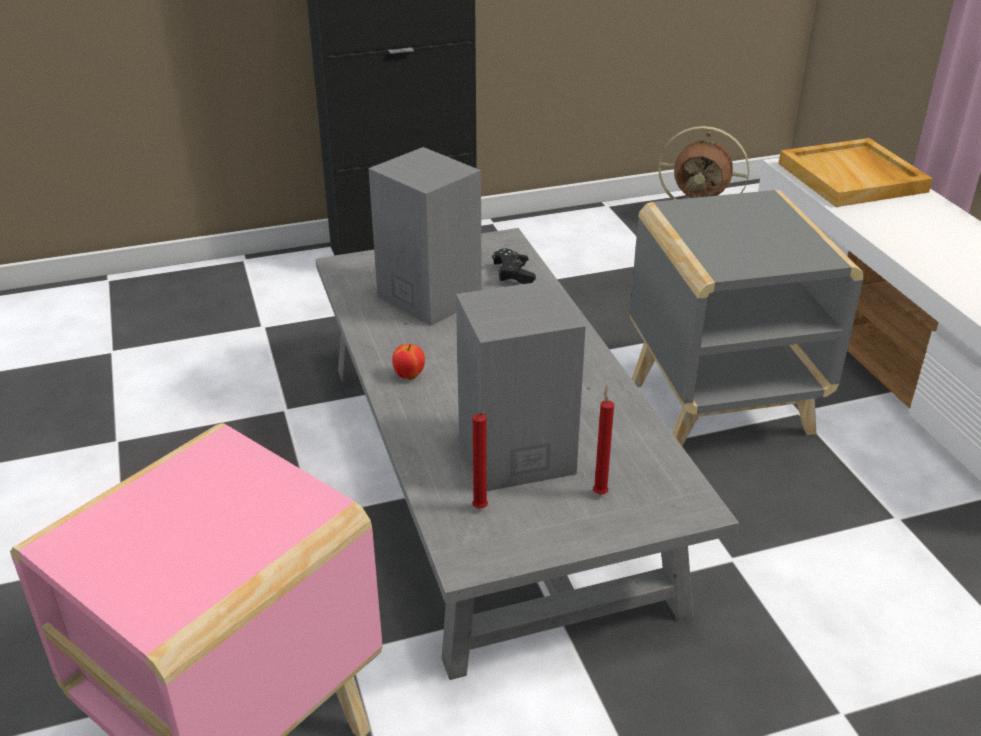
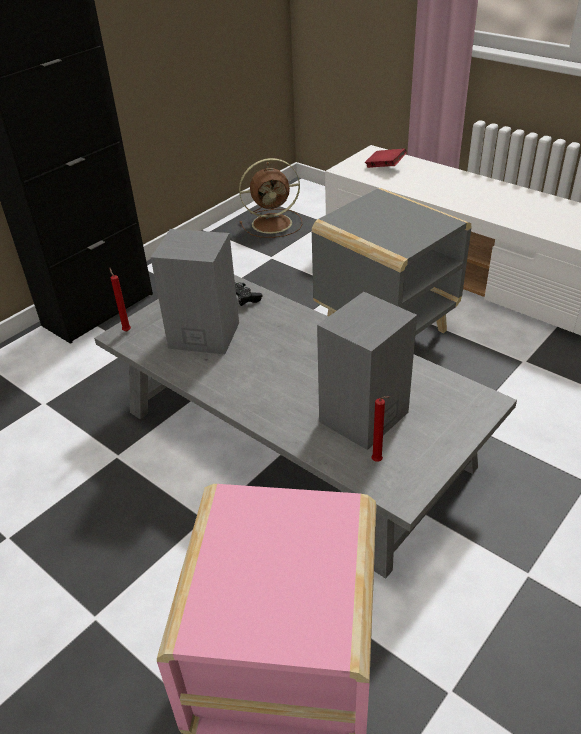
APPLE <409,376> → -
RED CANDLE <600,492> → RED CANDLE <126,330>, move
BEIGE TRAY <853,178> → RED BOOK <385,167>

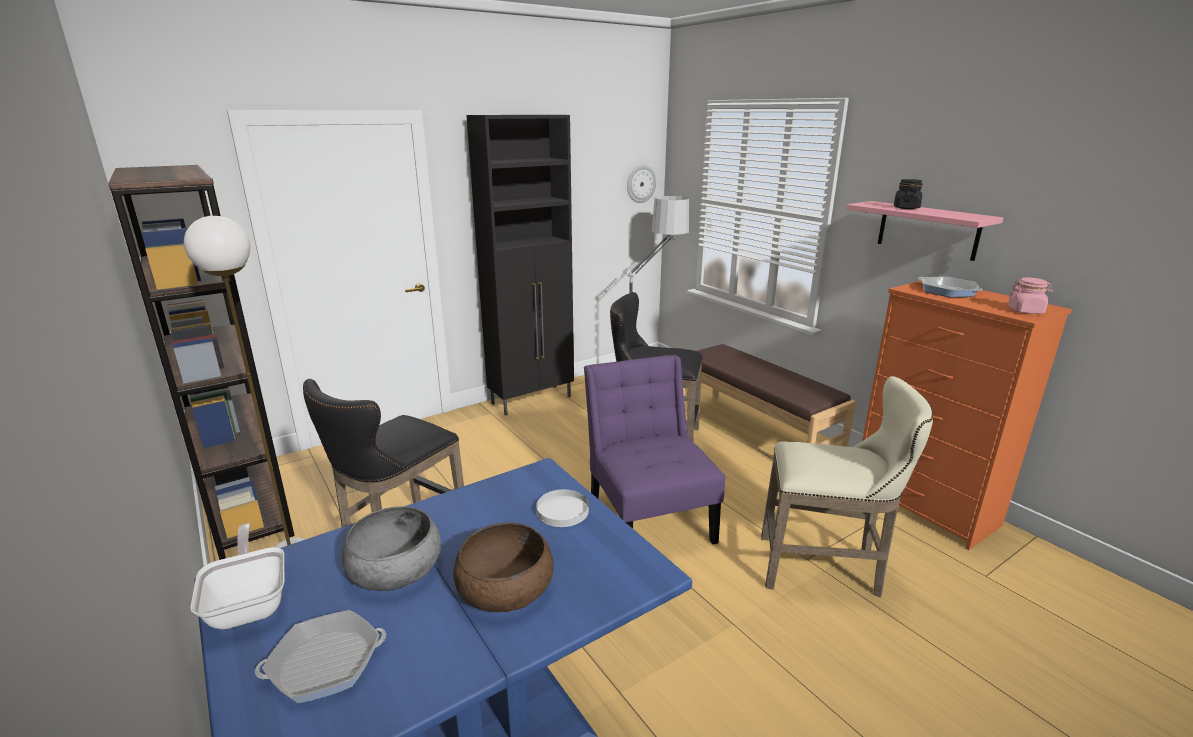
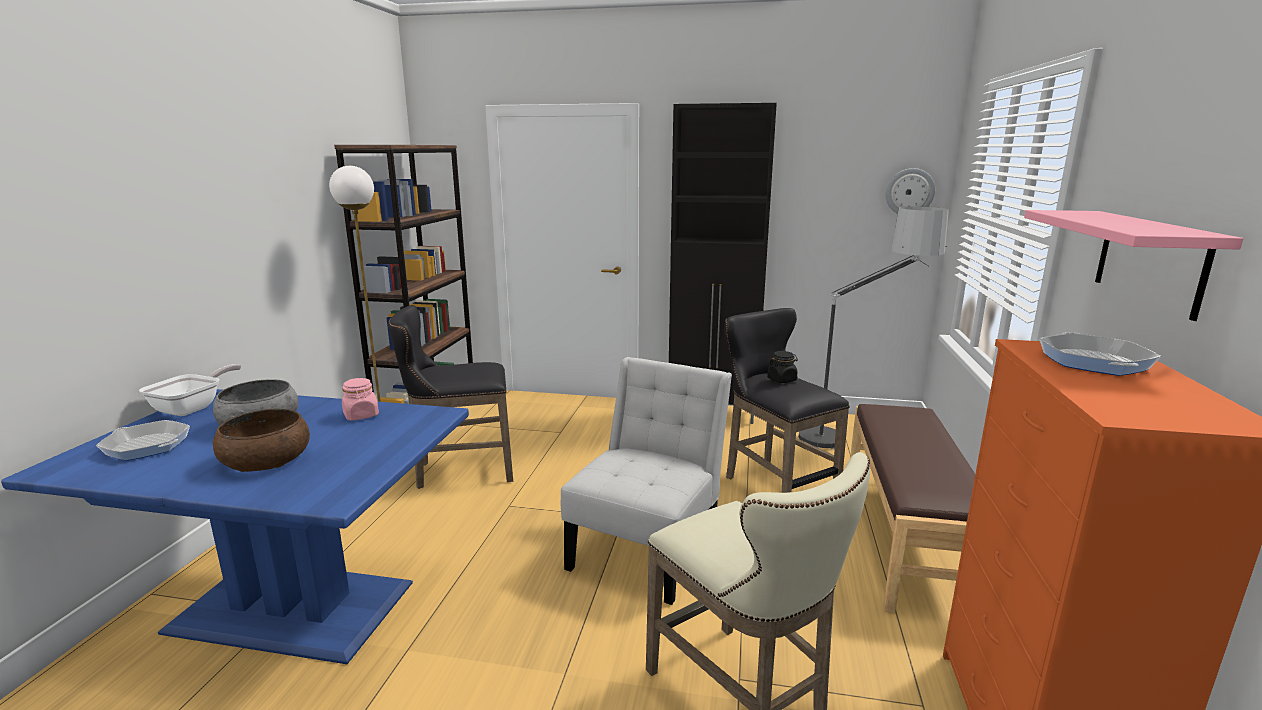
WHITE PLATE <562,510> → -
BLACK JAR <906,208> → BLACK JAR <782,380>, move
PINK JAR <1025,311> → PINK JAR <361,415>, move
PURPLE CHAIR <648,517> → WHITE CHAIR <648,548>

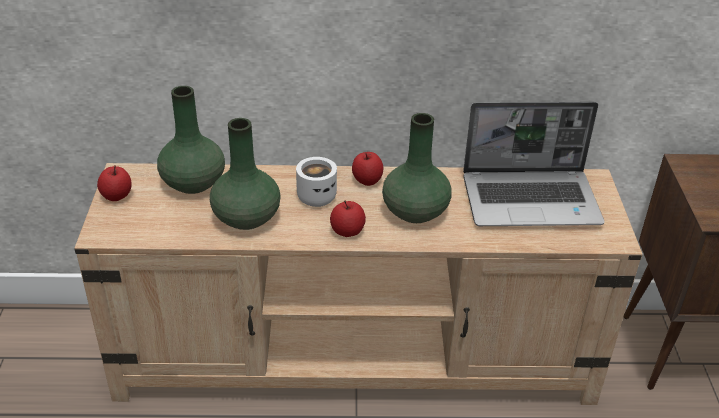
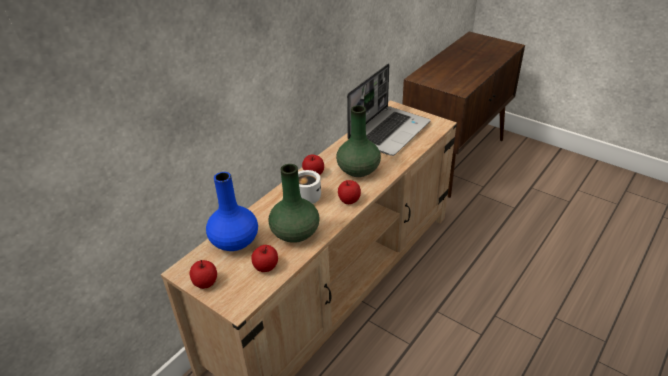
- → APPLE <266,267>
GREEN VASE <194,182> → BLUE VASE <234,241>

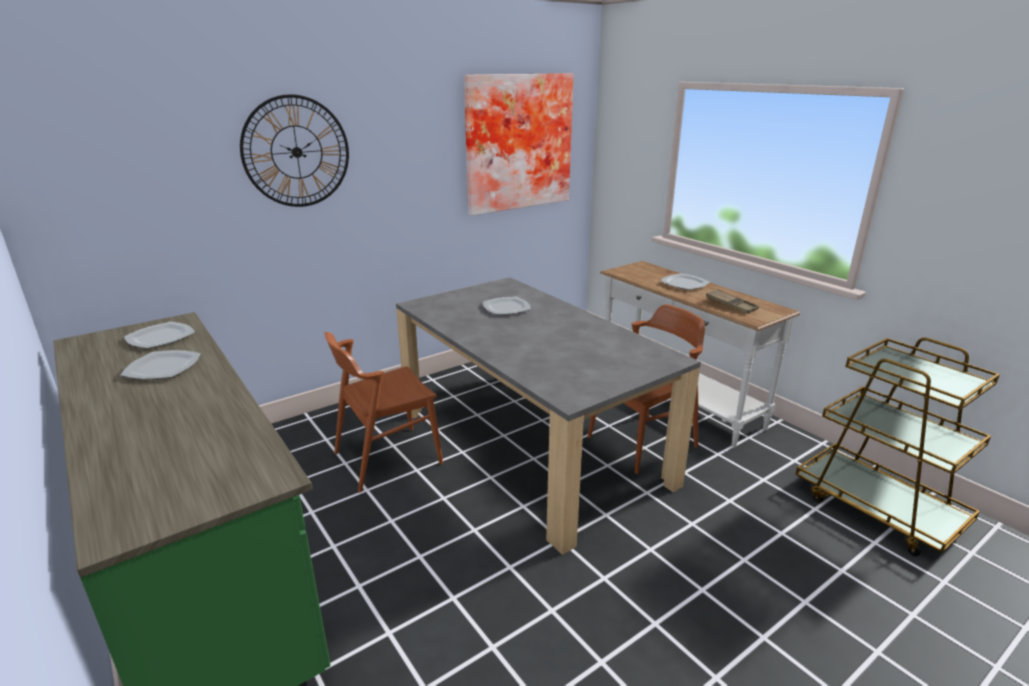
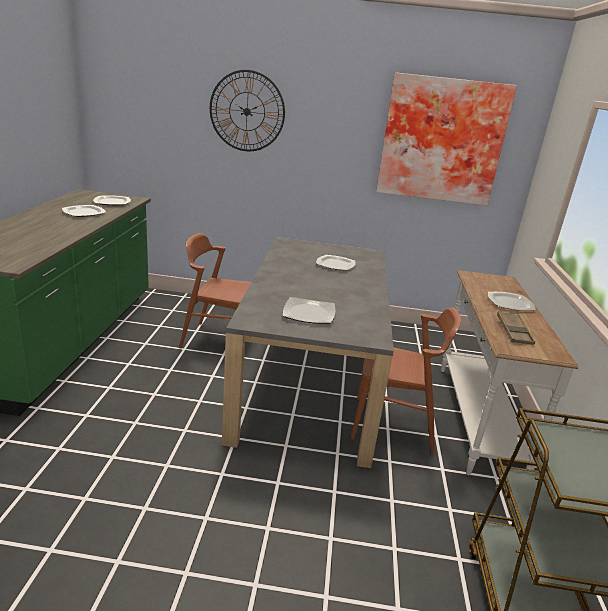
- → PLATE <309,313>

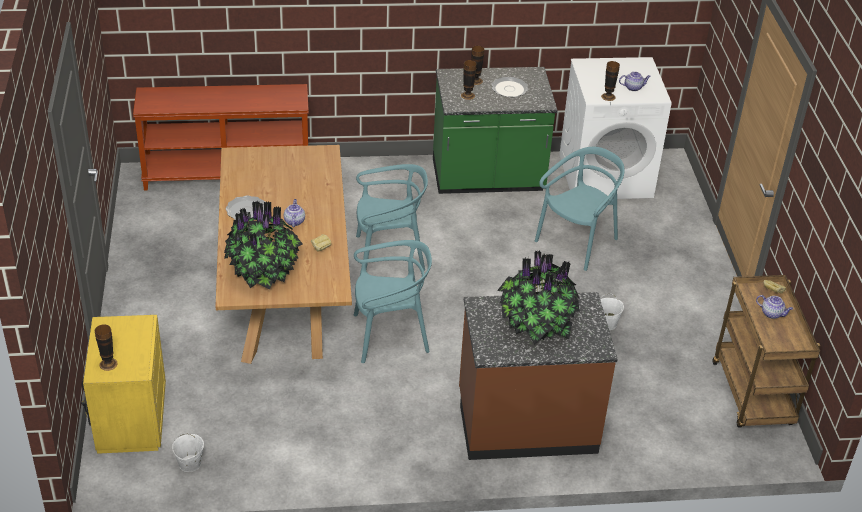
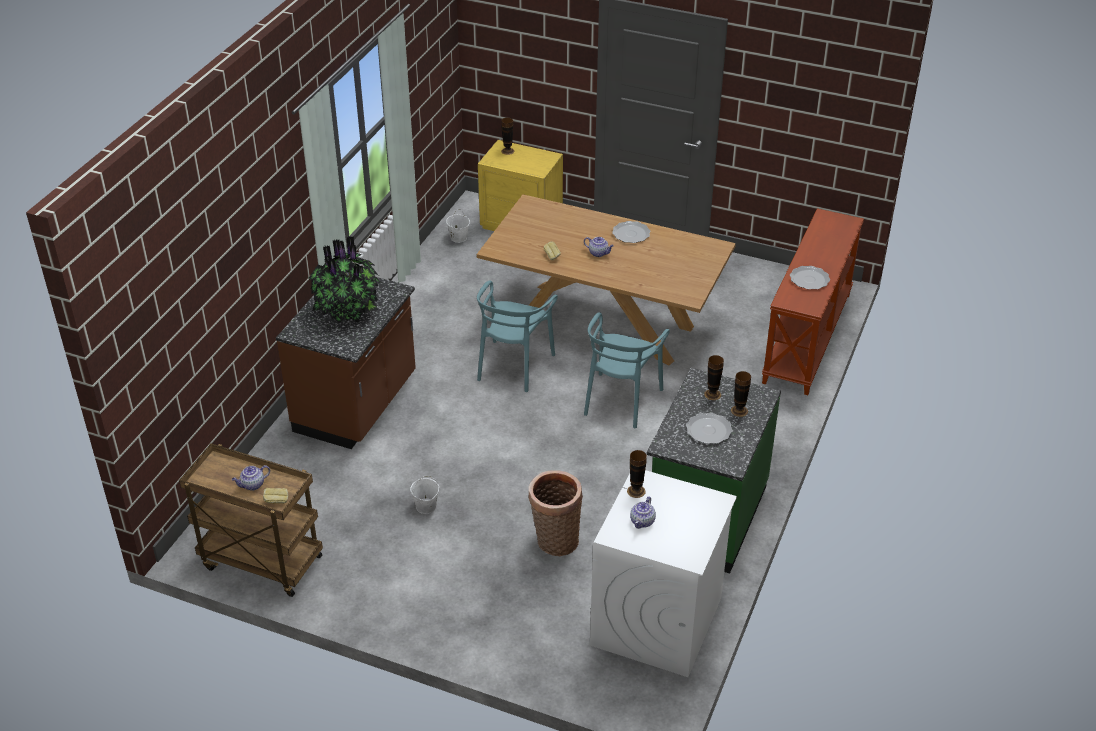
POTTED PLANT <264,273> → -
- → PLATE <809,279>
TURQUOISE CHAIR <577,242> → BASKET <555,540>

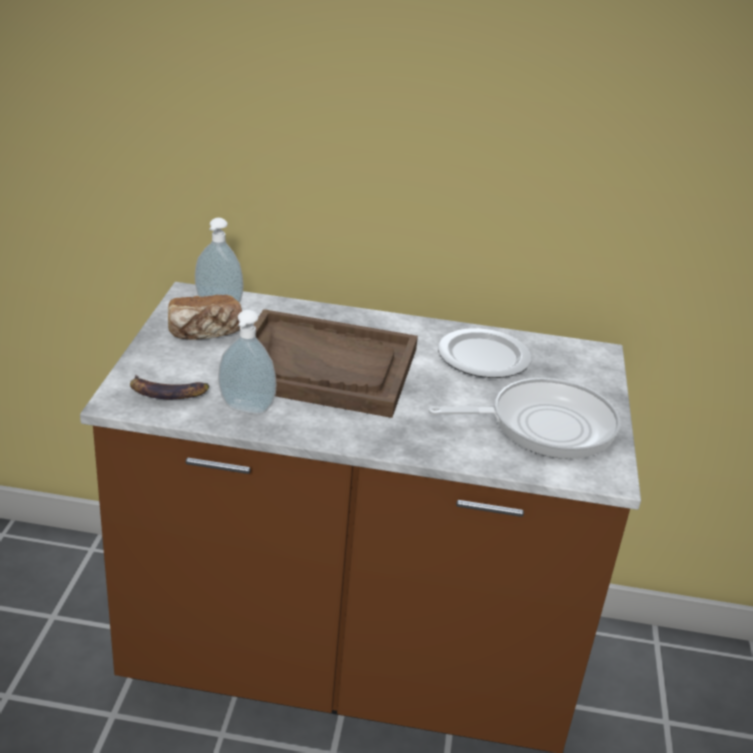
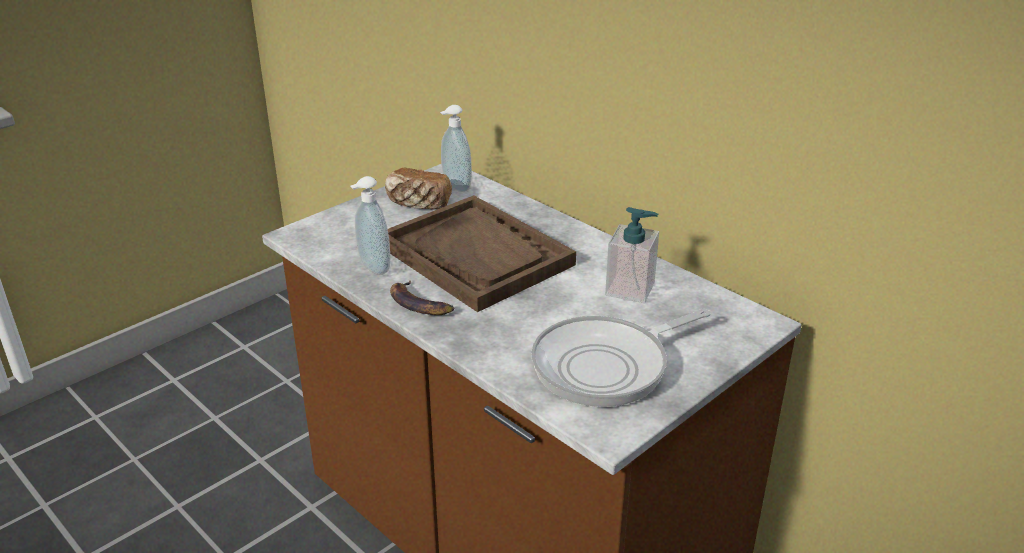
BANANA <167,392> → BANANA <419,304>, move
PLATE <482,356> → SOAP DISPENSER <630,289>
FRYING PAN <544,425> → FRYING PAN <607,366>, 120 degrees clockwise

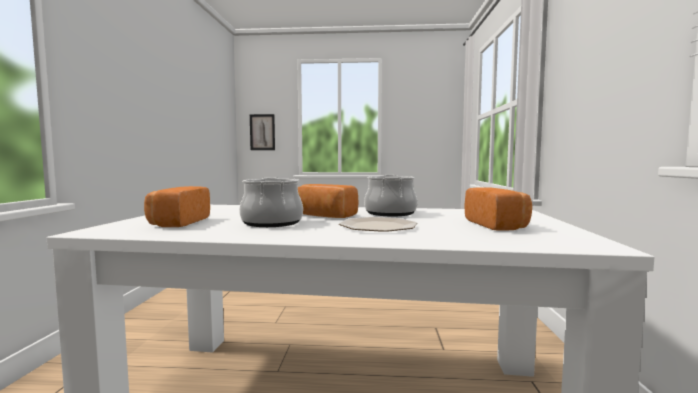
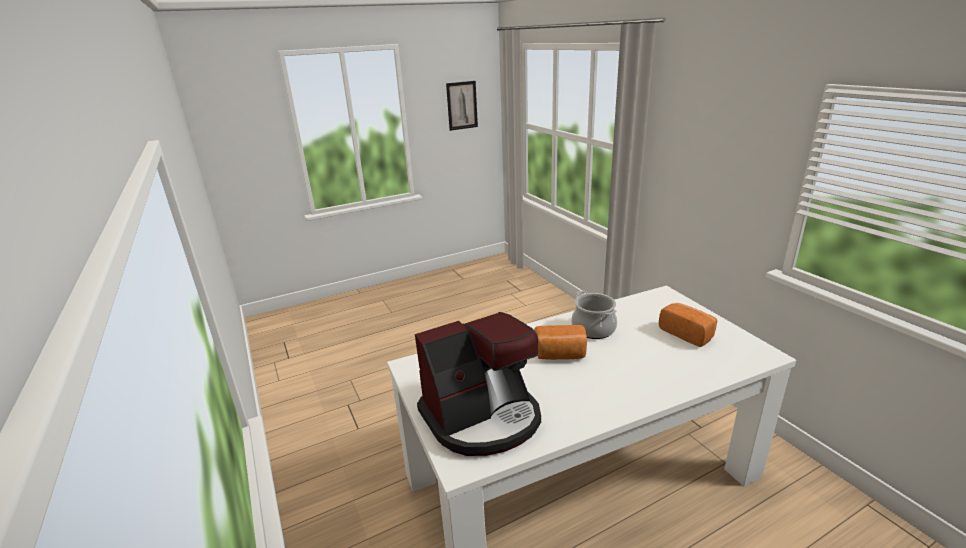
COOKING POT <272,223> → -
PLATE <377,226> → -
PICTURE <262,132> → PICTURE <462,105>, move
BREAD <177,222> → COFFEE MACHINE <483,418>

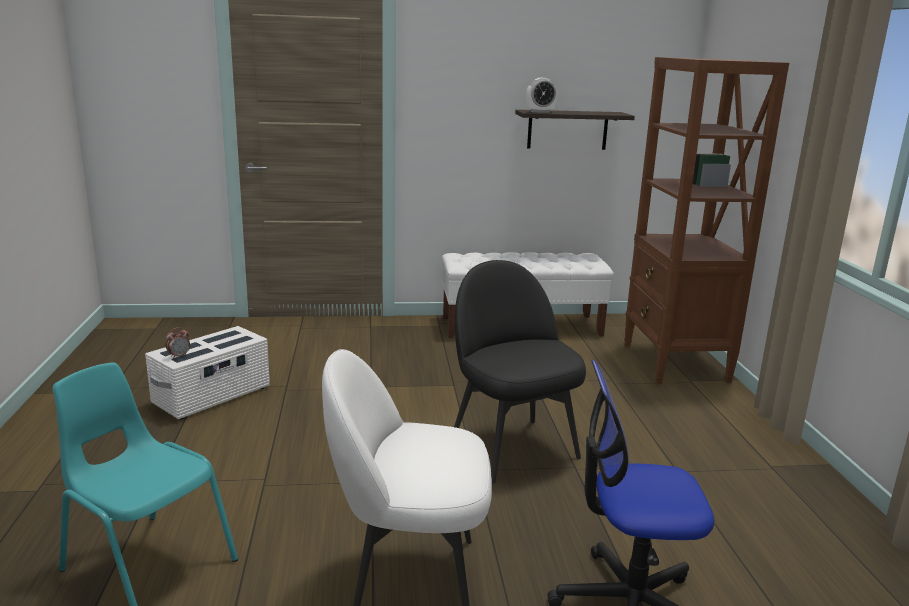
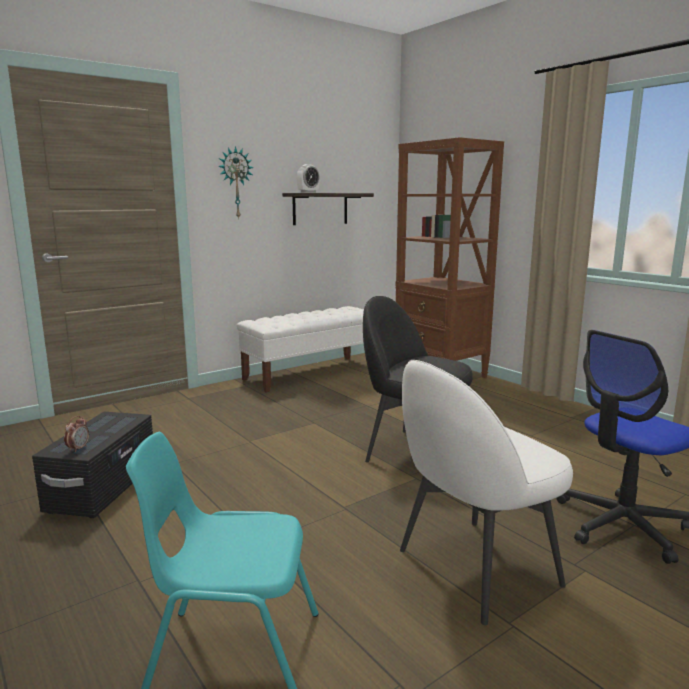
- → WALL CLOCK <235,183>
WHITE STORAGE BOX <212,396> → BLACK STORAGE BOX <103,488>

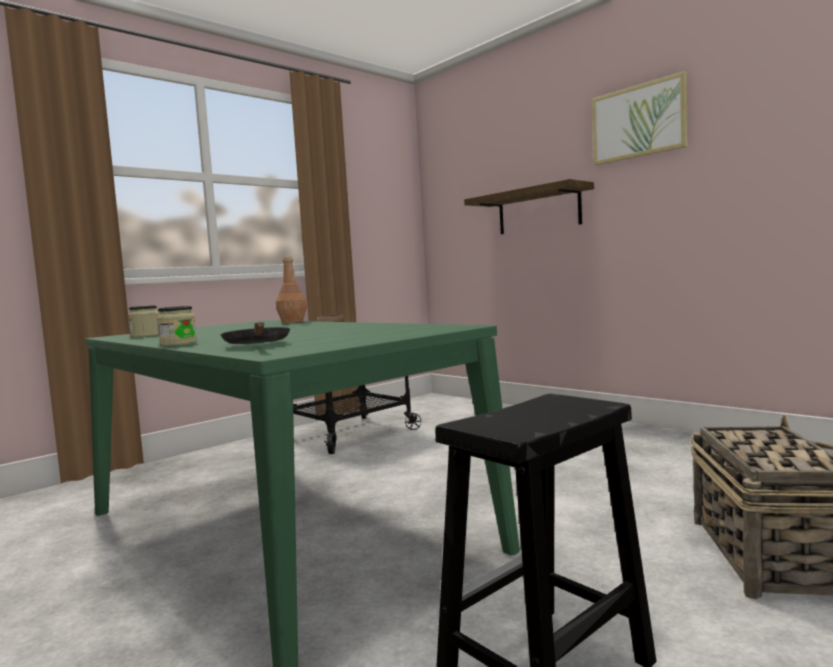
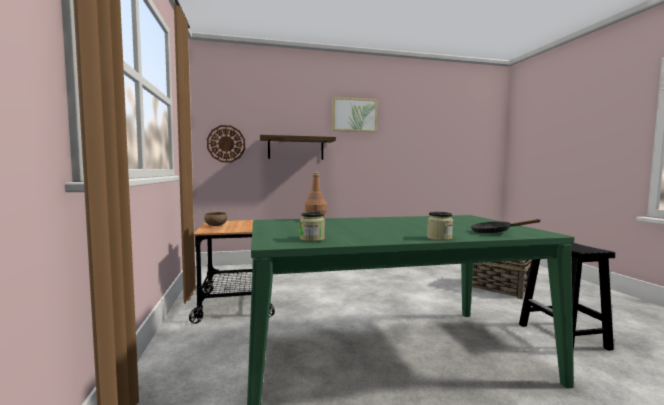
- → WALL CLOCK <226,144>

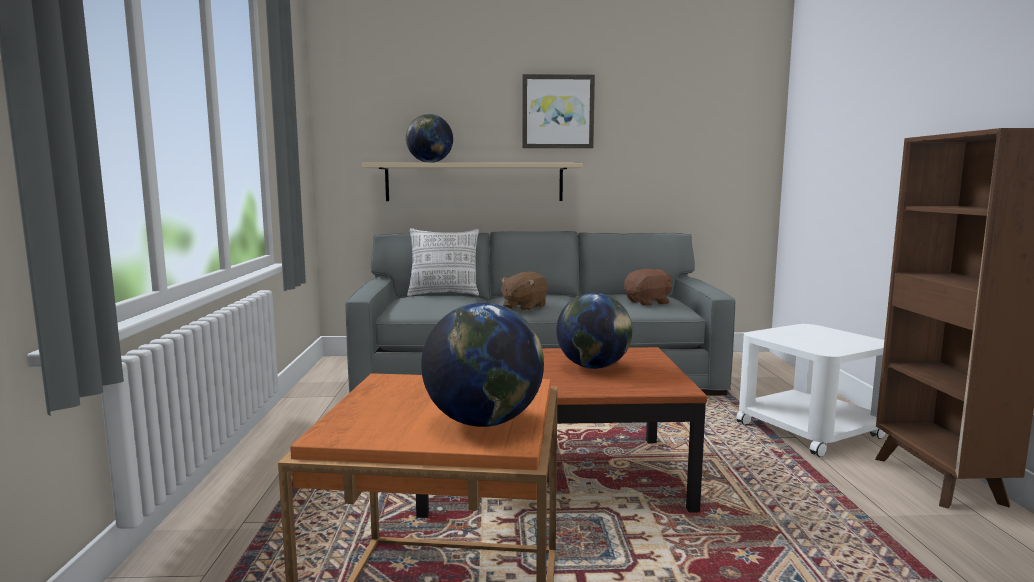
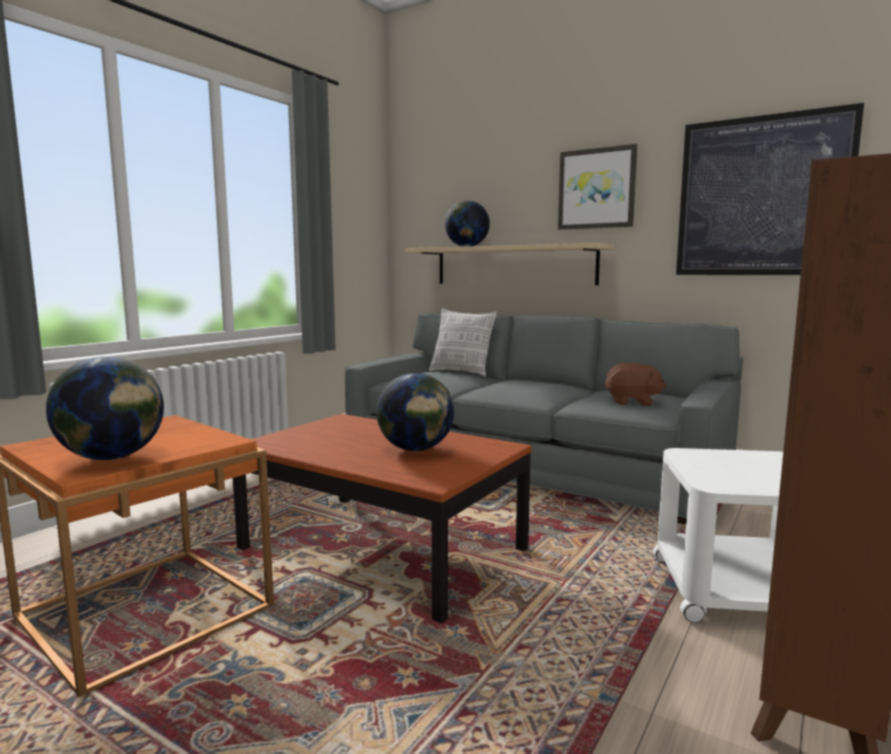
BROWN PLUSH TOY <524,307> → -
- → PICTURE <762,196>

